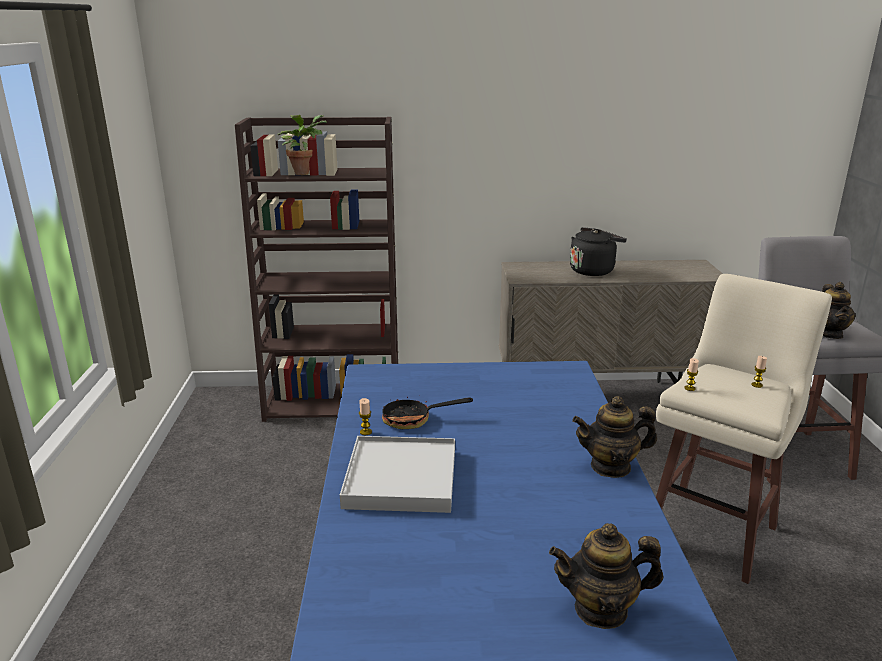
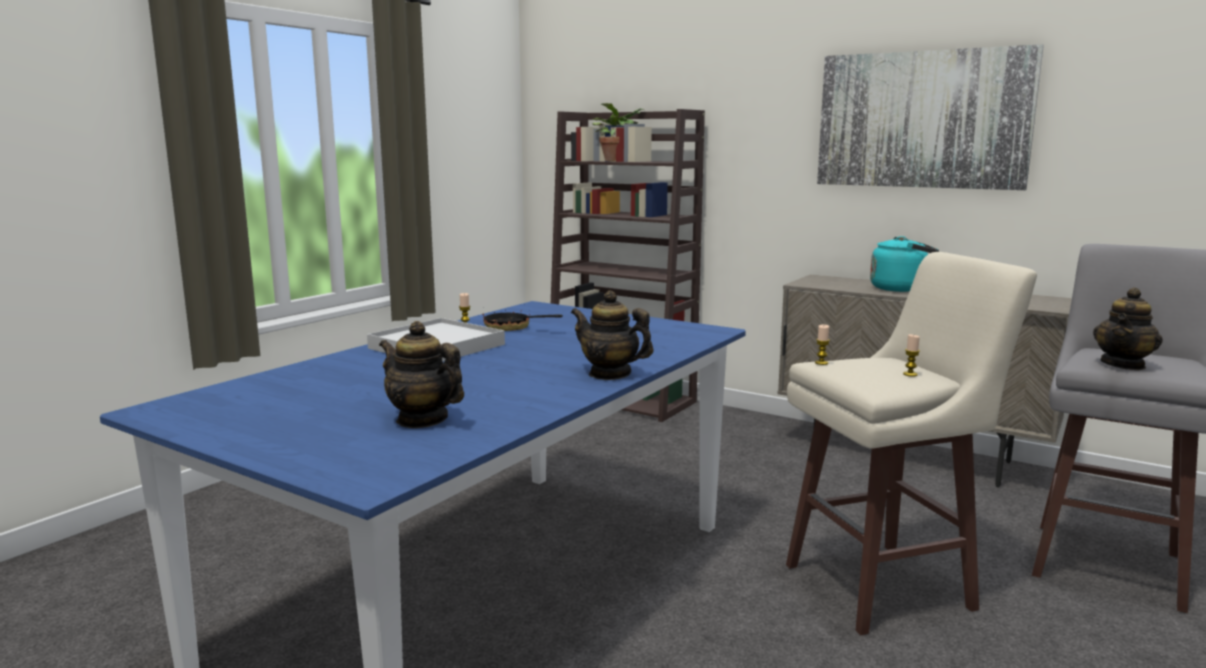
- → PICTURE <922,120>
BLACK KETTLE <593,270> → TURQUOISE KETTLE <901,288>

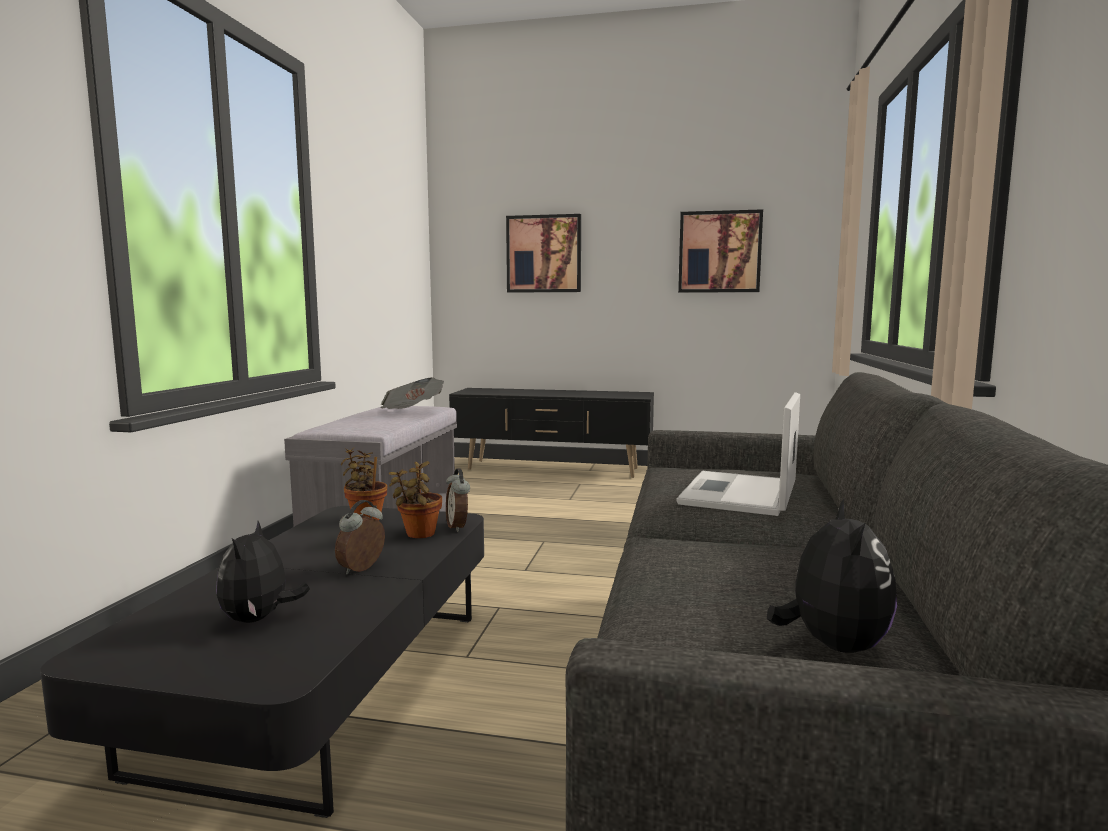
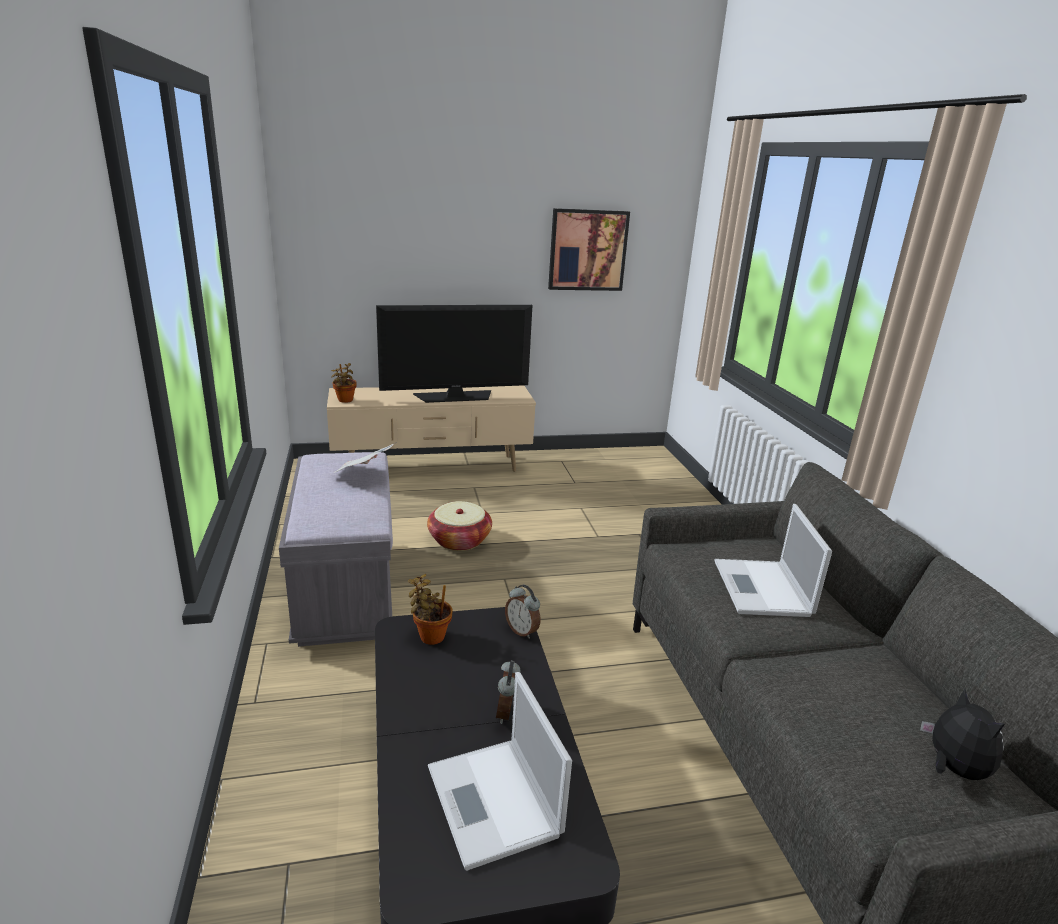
PICTURE <544,254> → -
- → TELEVISION <455,397>
- → BASKET <459,540>
POTTED PLANT <418,535> → POTTED PLANT <345,401>, move
PLUSH TOY <259,619> → LAPTOP <495,803>
BLACK TV STAND <553,469> → BEIGE TV STAND <433,467>

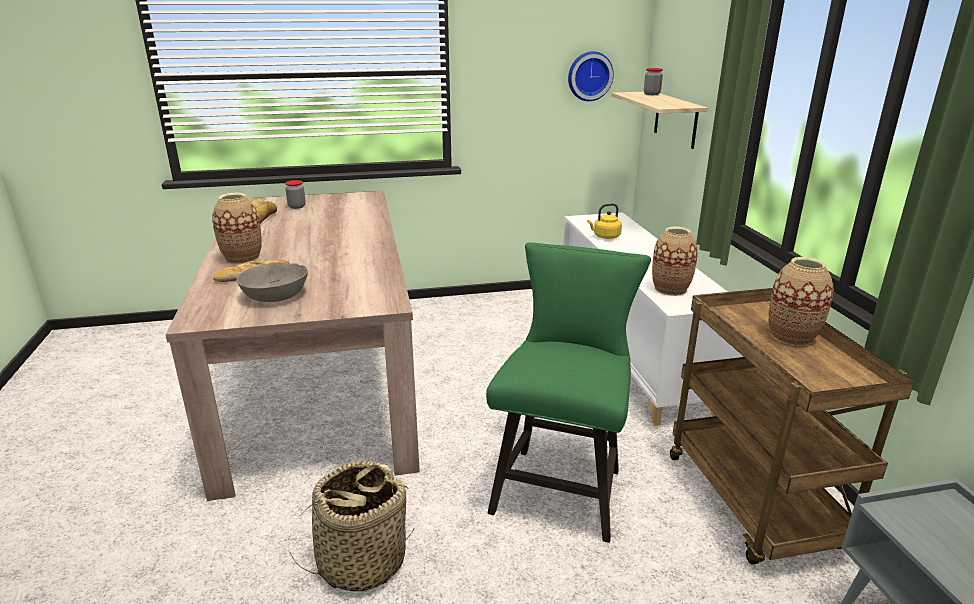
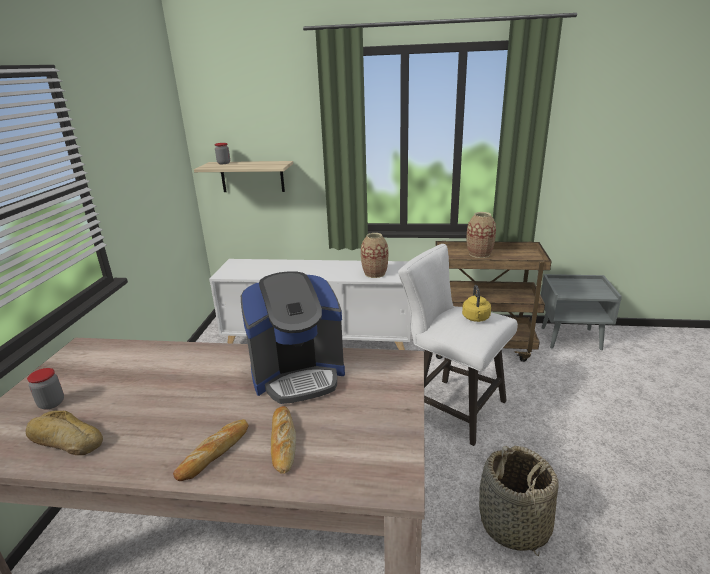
GREY BOWL <275,295> → -
WALL CLOCK <589,76> → -
- → COFFEE MACHINE <298,374>
YELLOW KETTLE <605,237> → YELLOW KETTLE <476,318>, move
VASE <242,258> → BREAD <215,452>
GREEN STOOL <561,485> → WHITE STOOL <451,406>

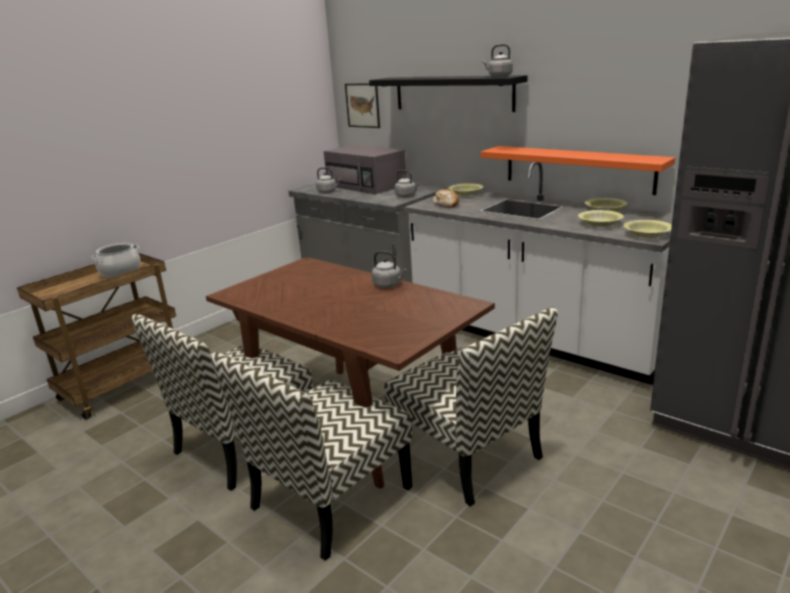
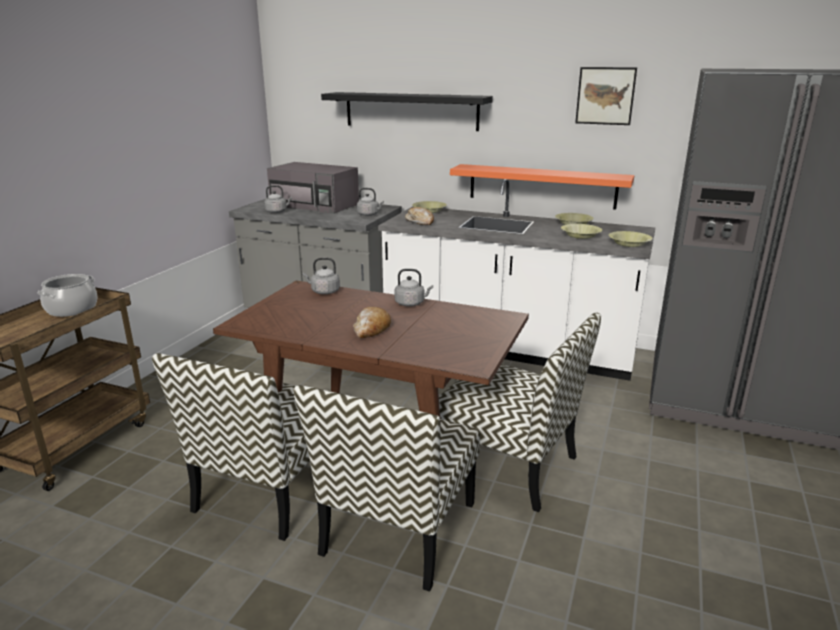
- → BREAD <371,329>
PICTURE <363,105> → PICTURE <605,96>, move
GREY KETTLE <499,76> → GREY KETTLE <324,291>, move

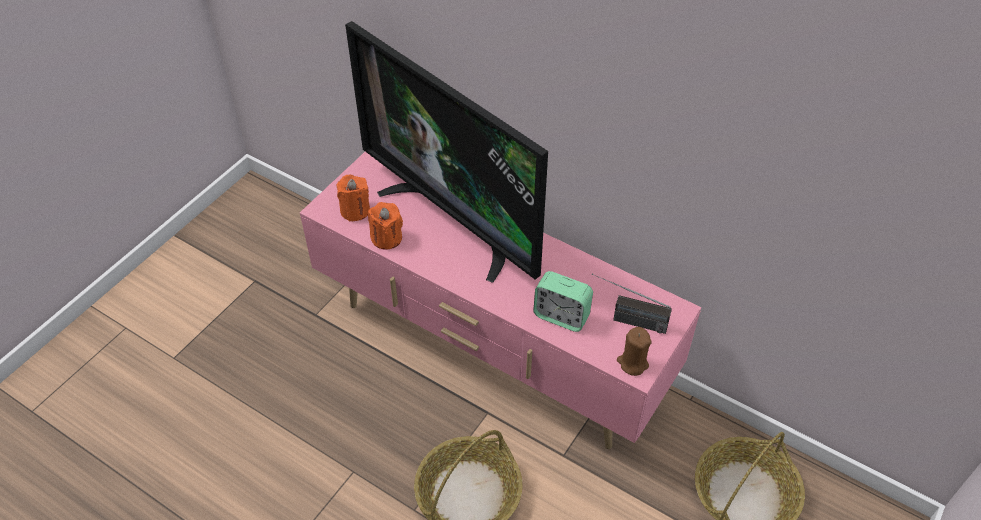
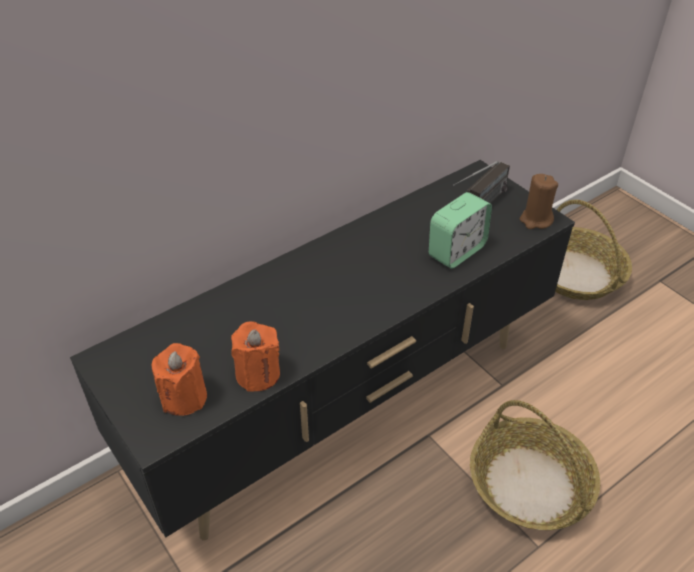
TELEVISION <455,220> → -
PINK TV STAND <492,351> → BLACK TV STAND <347,406>

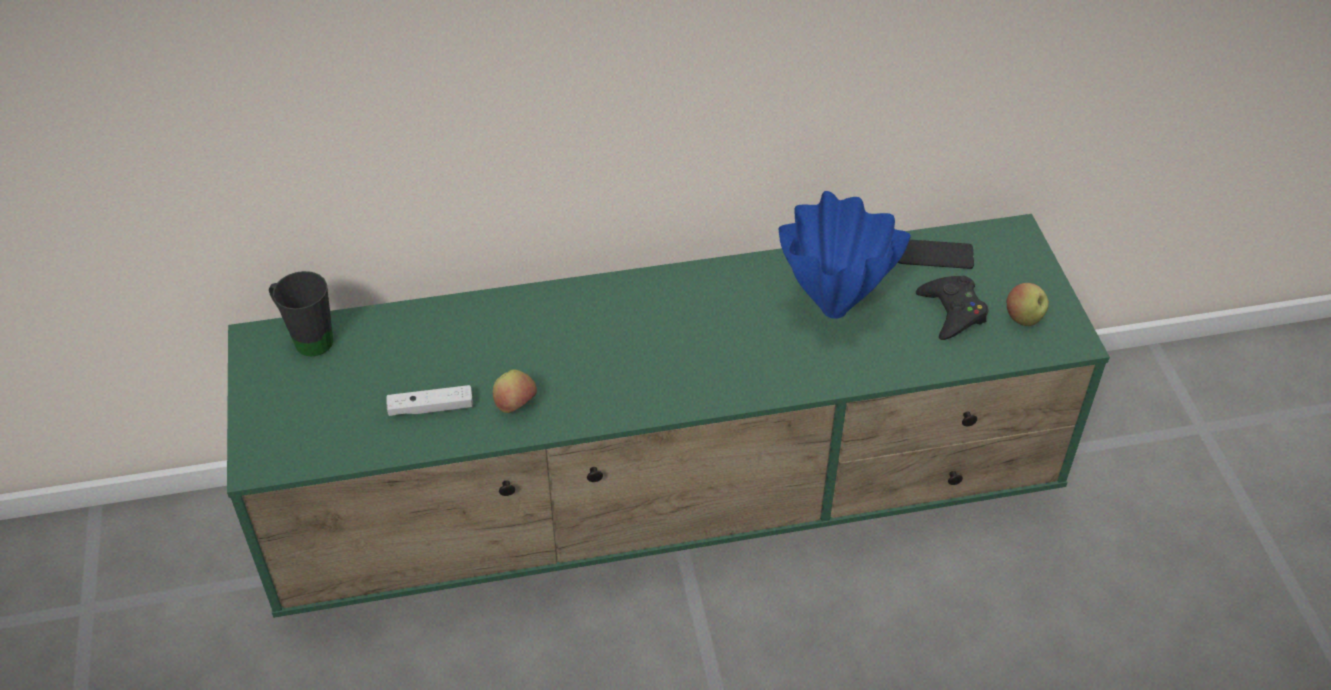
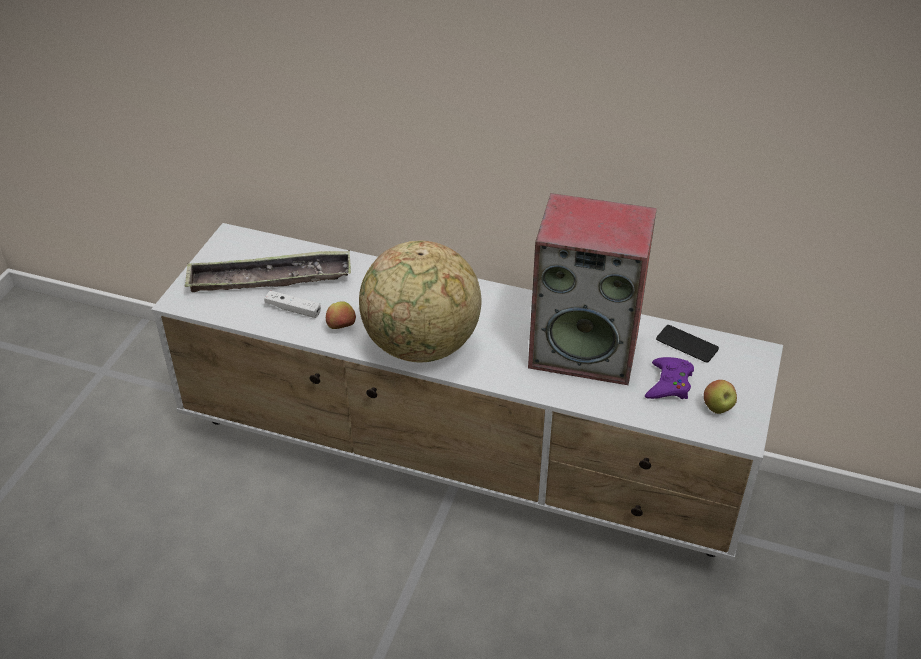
BLACK MUG <306,338> → -
- → TRAY <270,279>
- → GLOBE <421,346>
BLUE VASE <831,309> → SPEAKER <585,350>
GREEN TV STAND <669,508> → WHITE TV STAND <463,460>
BLACK GAME CONTROLLER <952,312> → PURPLE GAME CONTROLLER <669,384>

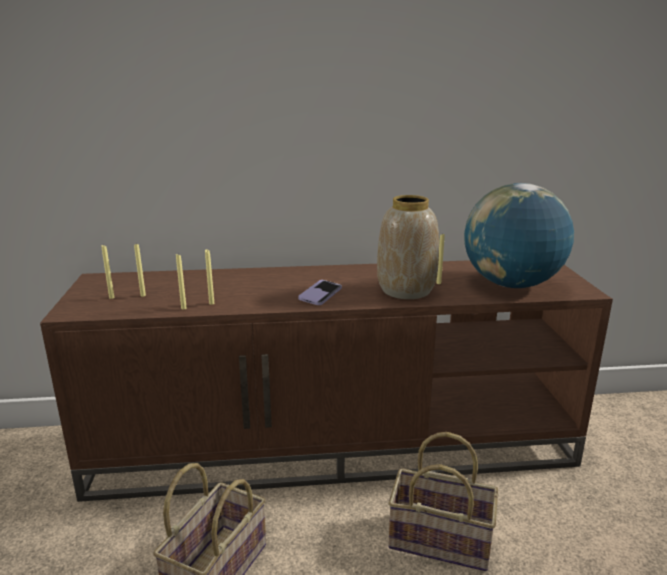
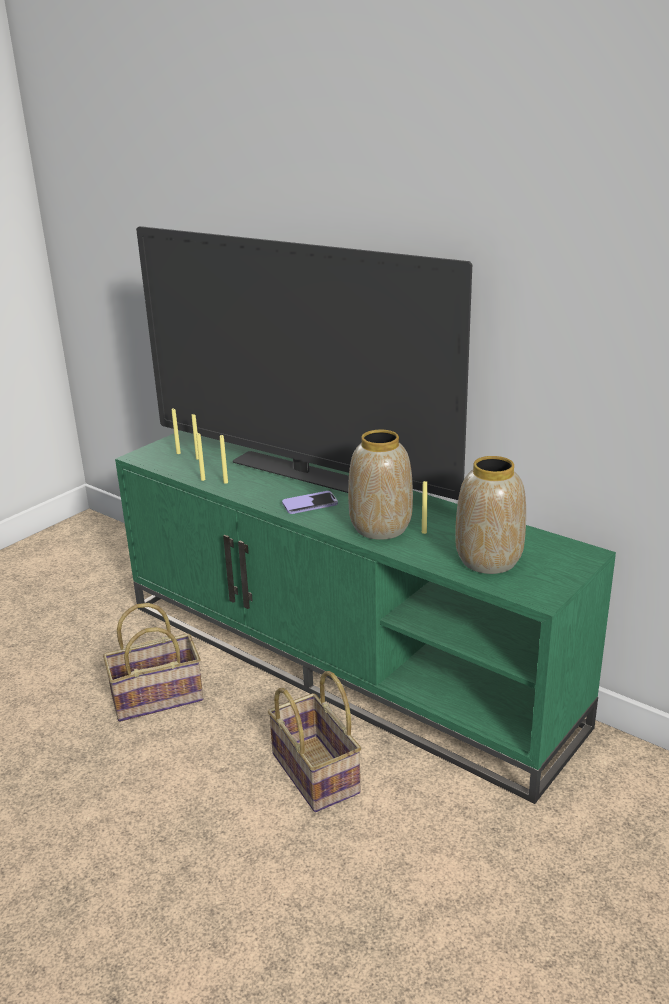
- → TELEVISION <300,473>
GLOBE <511,284> → VASE <487,560>
BROWN TV STAND <335,444> → GREEN TV STAND <345,662>

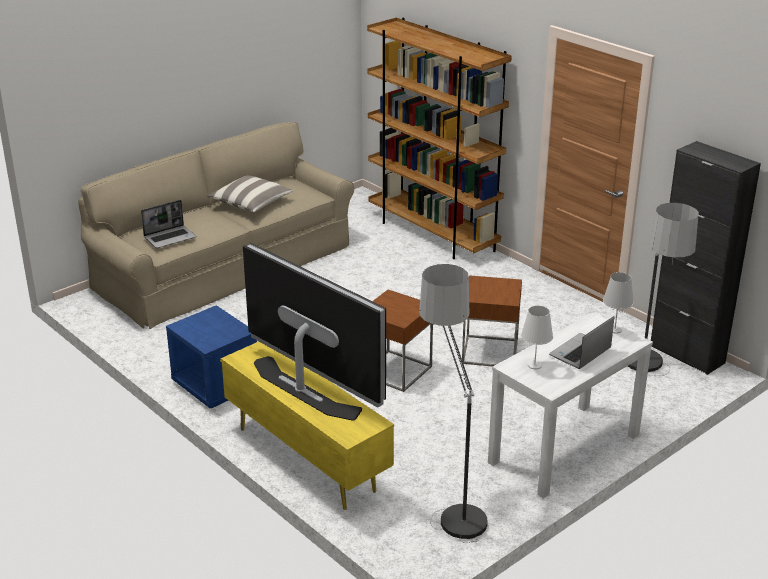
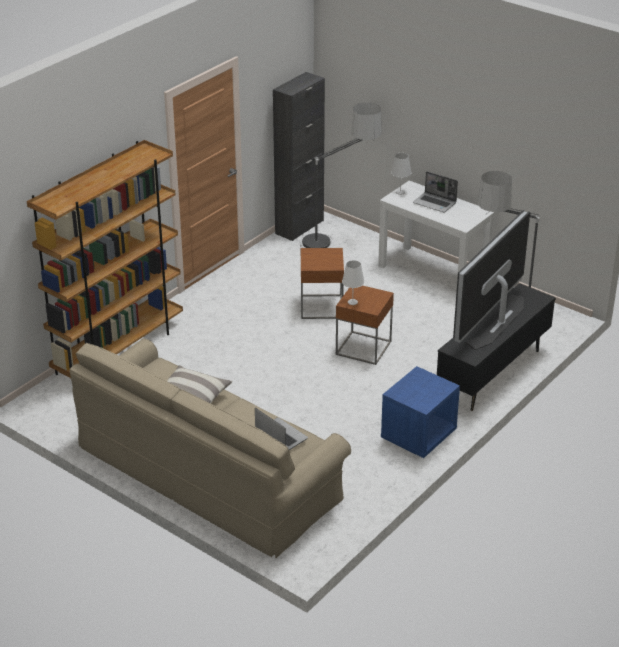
WHITE TABLE LAMP <535,365> → WHITE TABLE LAMP <352,302>, move
YELLOW TV STAND <307,459> → BLACK TV STAND <493,374>

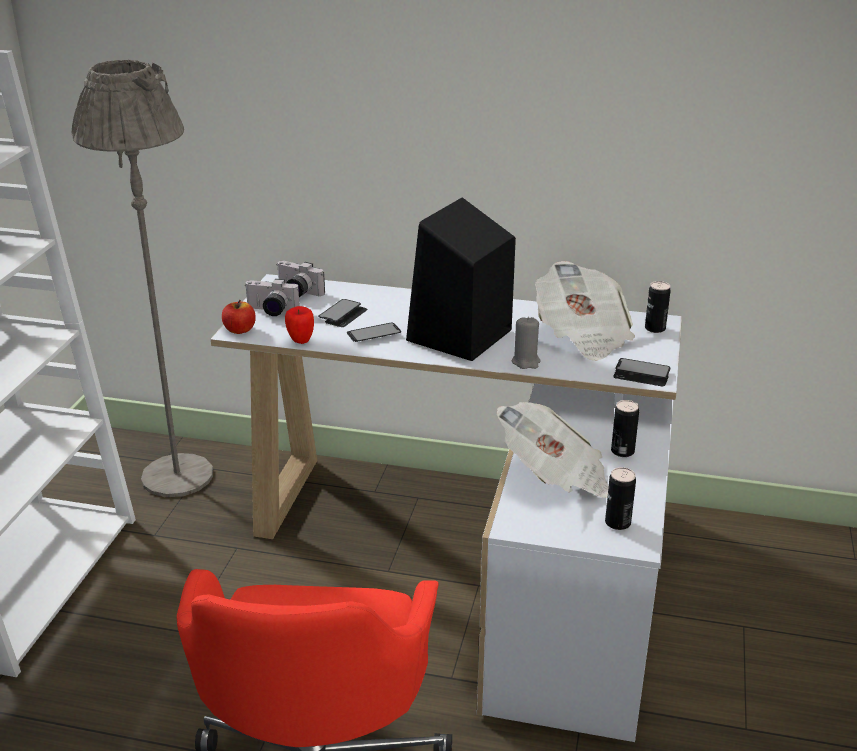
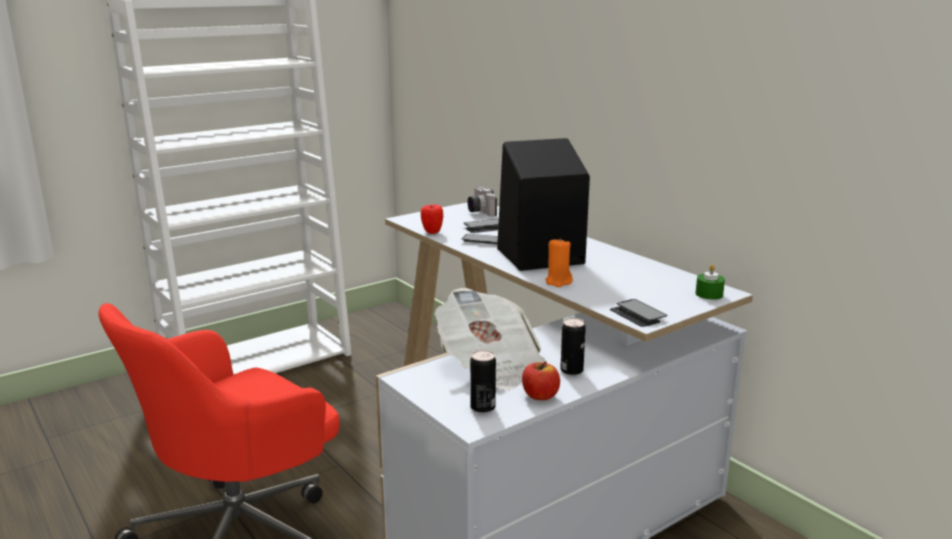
GREY FLOOR LAMP <177,476> → -
PHOTO CAMERA <271,311> → -
NEWSPAPER <583,335> → -
APPLE <239,330> → APPLE <540,396>, move
CAN <655,328> → GREEN CANDLE <709,294>
GREY CANDLE <526,362> → ORANGE CANDLE <558,282>

